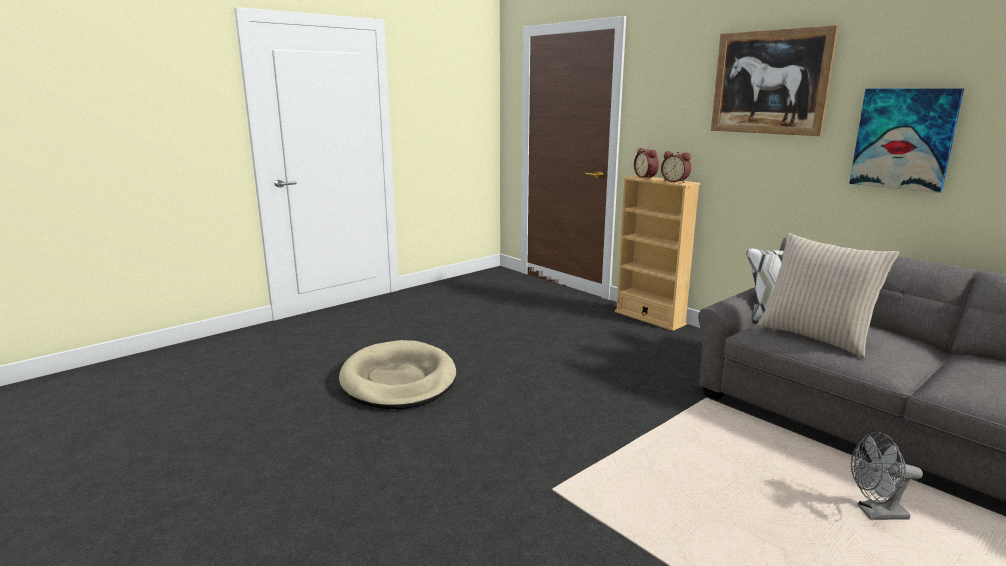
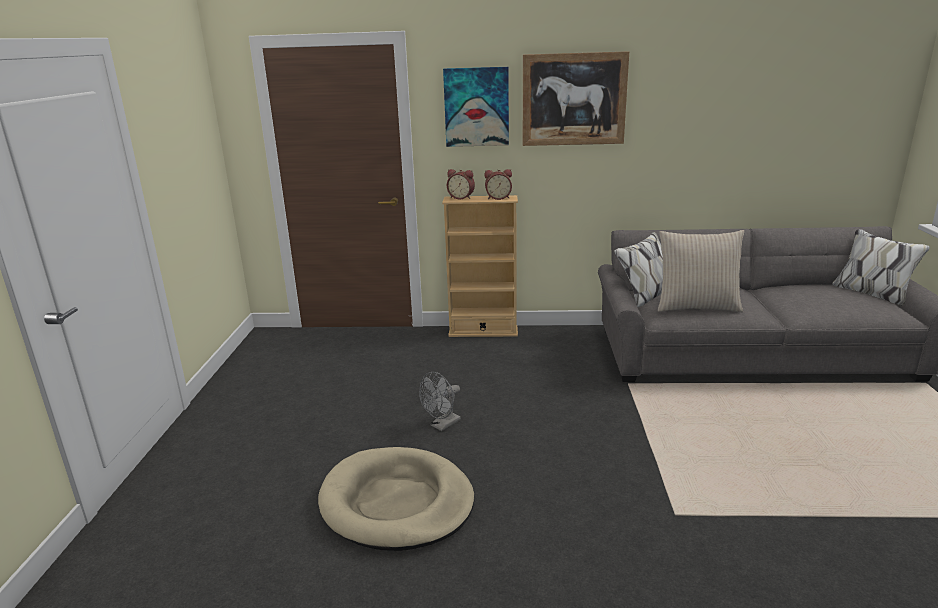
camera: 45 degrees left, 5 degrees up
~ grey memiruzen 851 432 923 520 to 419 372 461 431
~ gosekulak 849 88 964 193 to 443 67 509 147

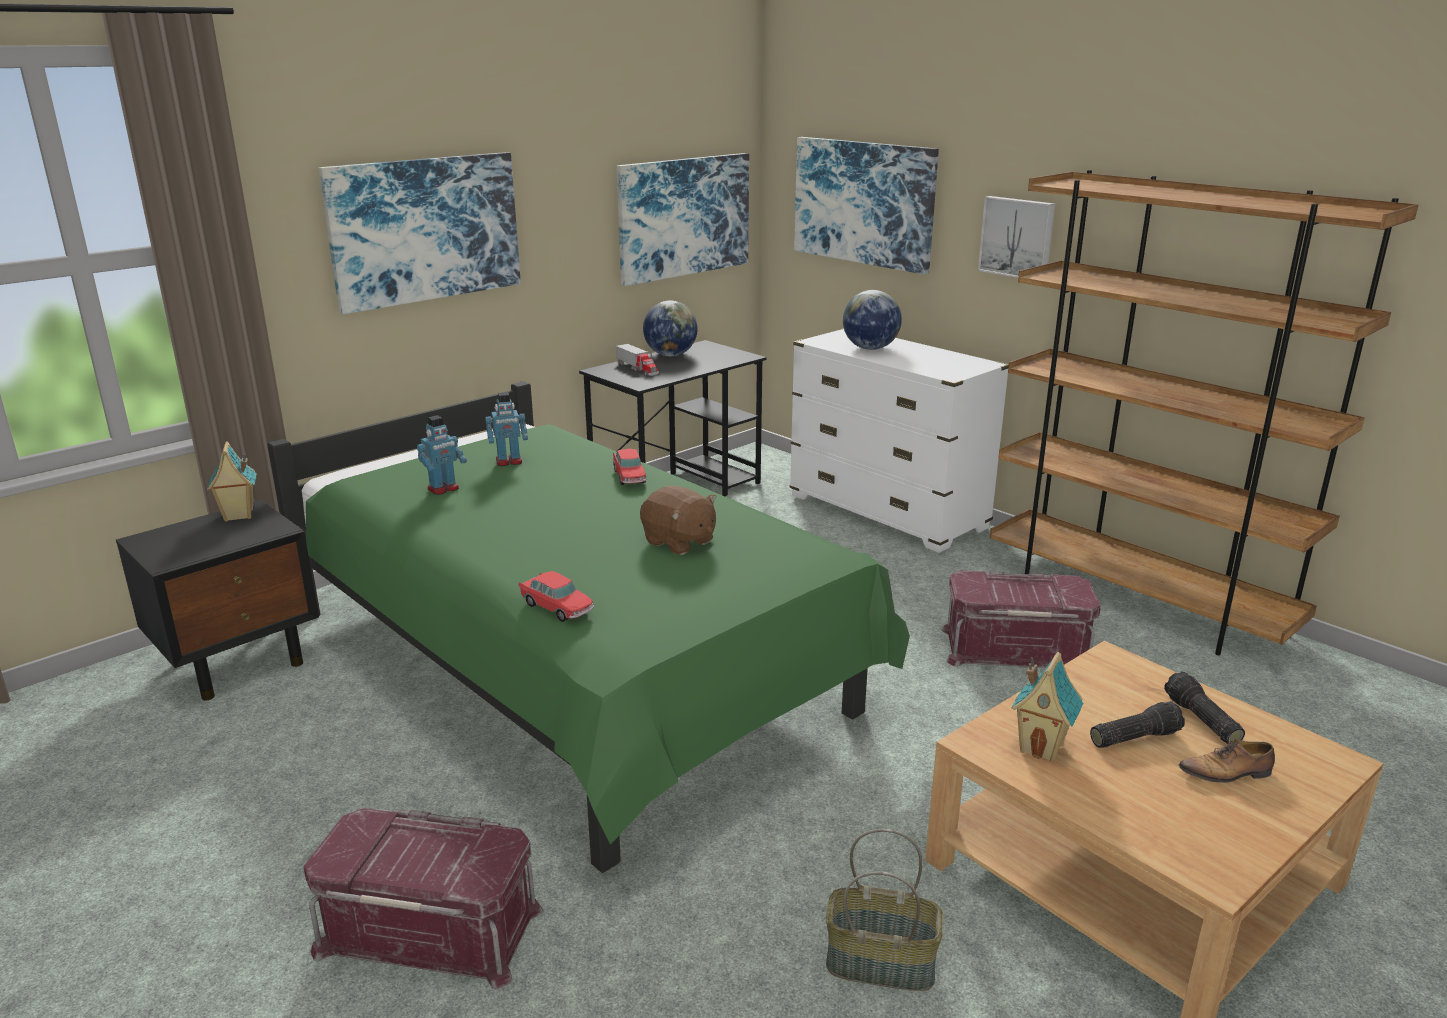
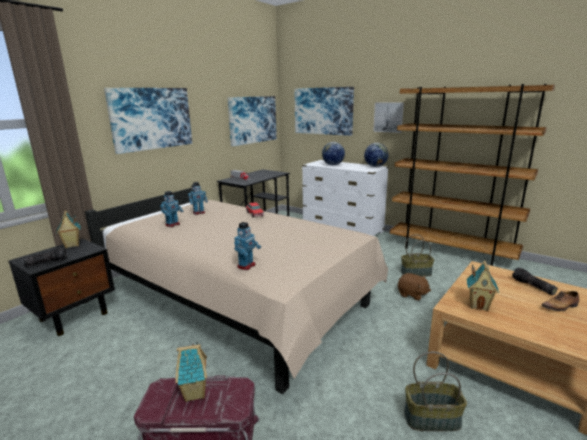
camera: 10 degrees left, 5 degrees down
~ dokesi 1090 701 1185 748 to 23 248 67 267
~ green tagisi 267 381 910 873 to beige tagisi 85 184 388 394
+ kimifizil 175 342 207 402
~ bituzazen 519 571 594 622 to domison 234 222 261 270
~ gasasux 643 301 698 356 to 364 143 389 167
~ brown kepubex 640 486 717 555 to 398 273 431 301
~ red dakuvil 941 571 1101 668 to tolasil 401 234 434 277

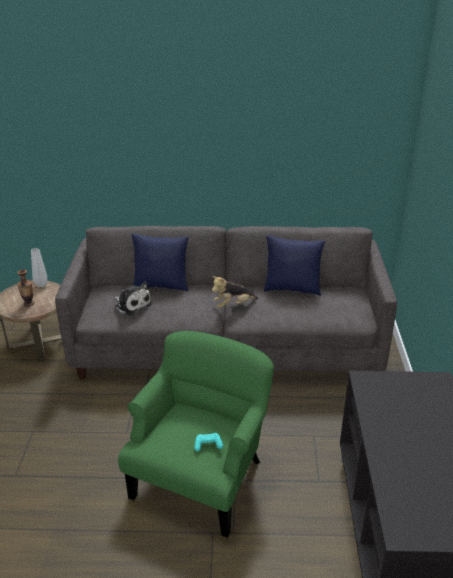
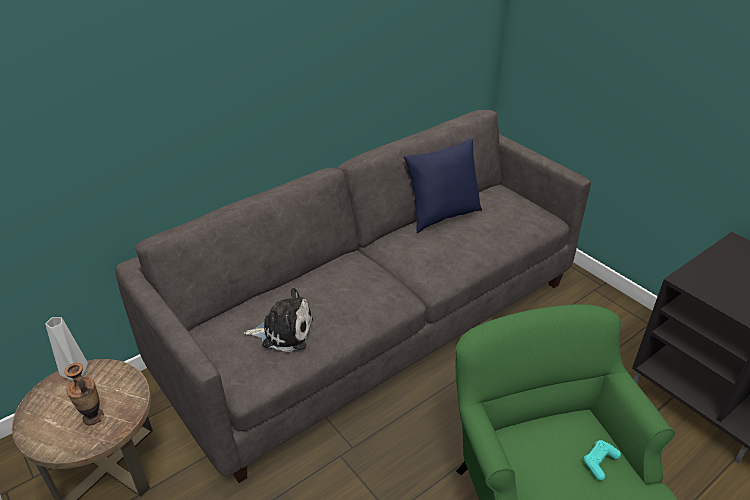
camera: 40 degrees left, 5 degrees up
- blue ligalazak 132 233 189 292
- kepubex 212 276 258 308

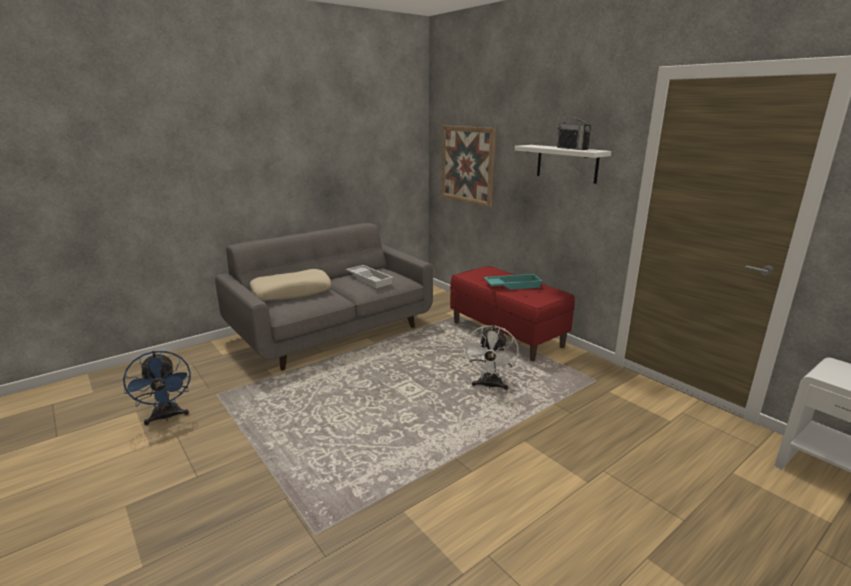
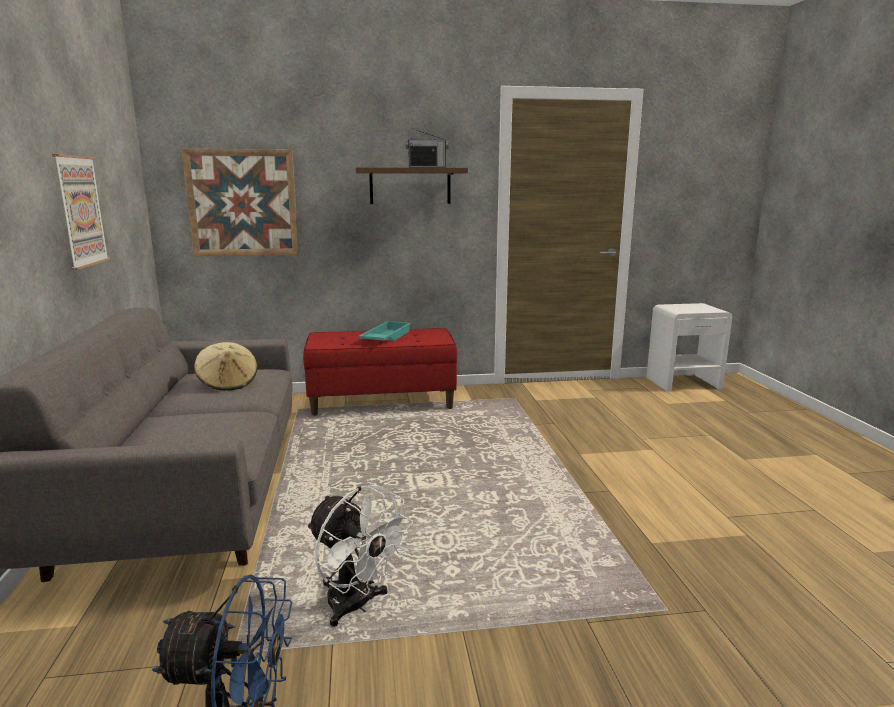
camera: 60 degrees left, 5 degrees down
+ gosekulak 52 154 110 270
~ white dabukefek 346 265 393 288 to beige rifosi 194 342 257 391
~ white memiruzen 464 325 519 390 to 307 485 413 627
~ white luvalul 515 145 611 184 to brown luvalul 356 167 468 204
- beige ligalazak 249 269 331 301

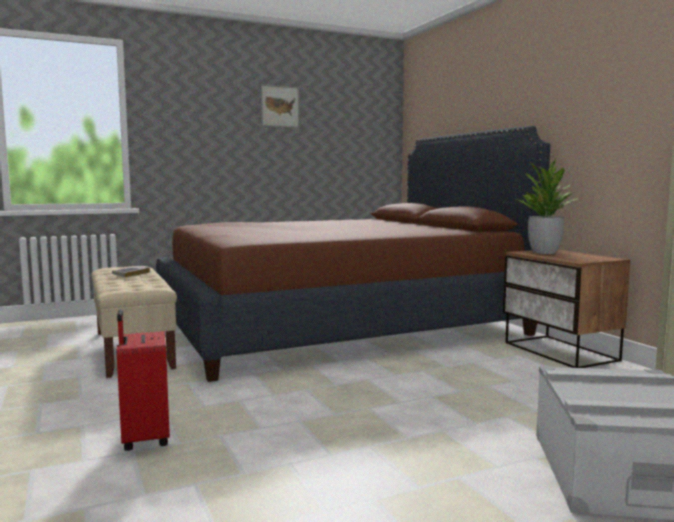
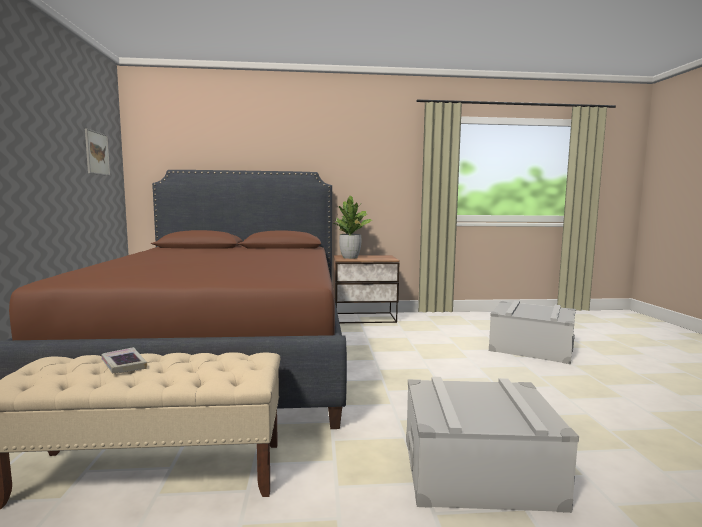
camera: 70 degrees left, 0 degrees up
~ gosekulak 260 84 299 128 to 85 128 110 176
~ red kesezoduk 117 310 170 451 to grey dakuvil 406 377 579 513

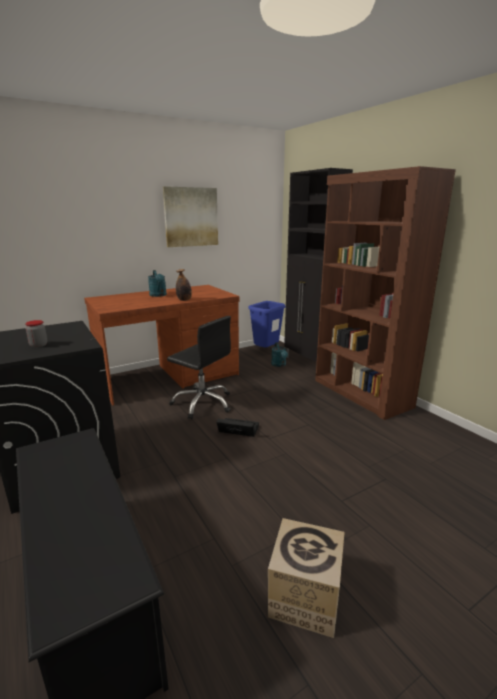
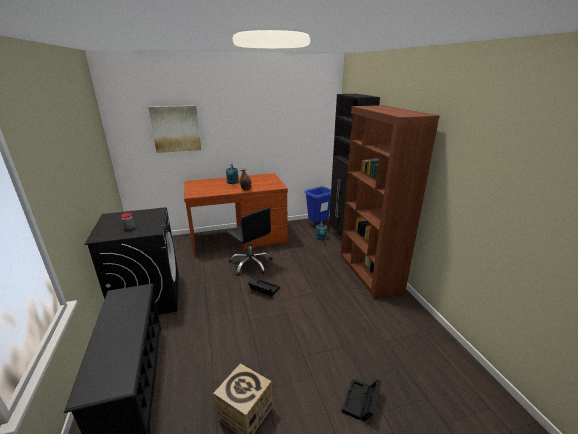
camera: 15 degrees right, 5 degrees up
~ gosekulak 163 186 218 247 to 148 106 201 153
+ black dakuvil 342 378 382 422

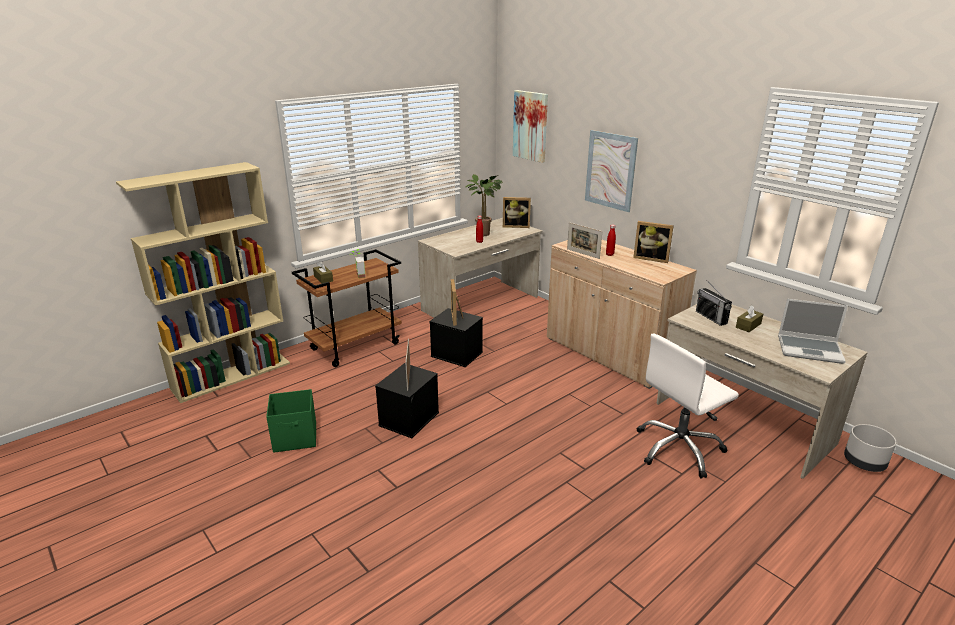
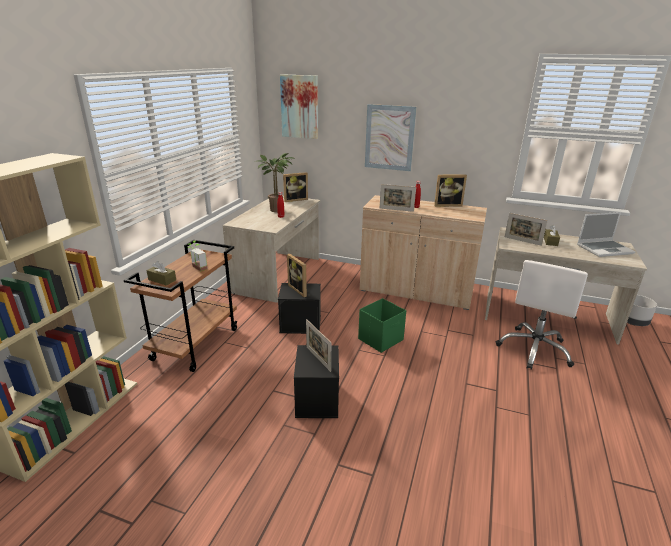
camera: 30 degrees left, 0 degrees up
~ green dakuvil 266 389 316 453 to 358 298 406 353
~ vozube 696 280 732 326 to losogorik 505 213 548 246

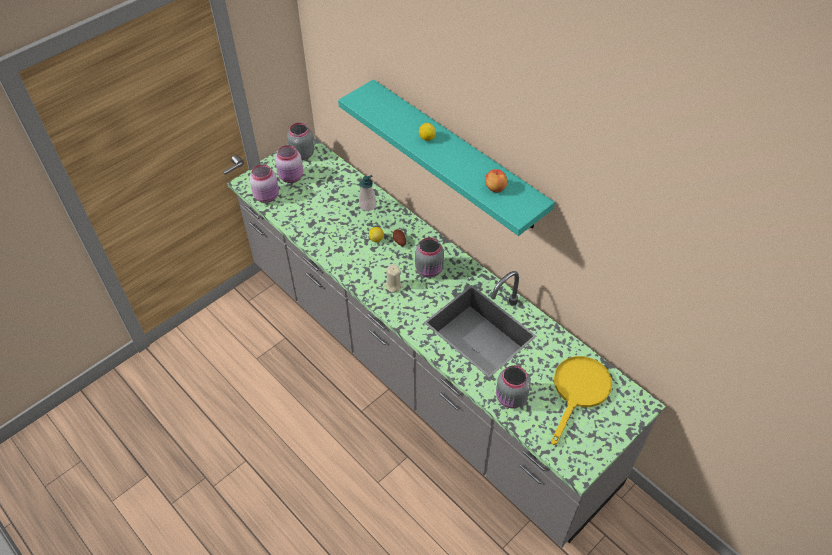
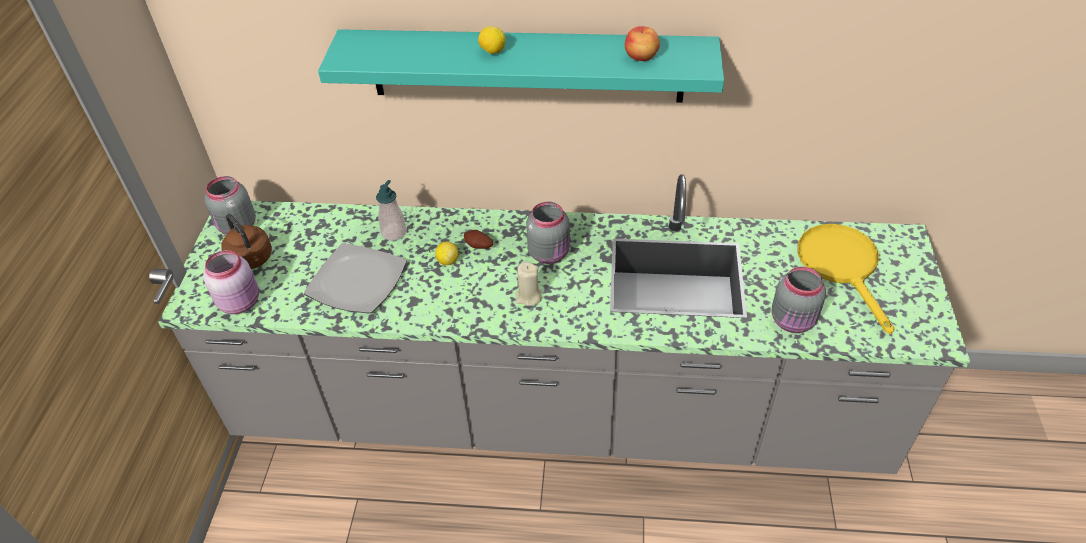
camera: 40 degrees left, 5 degrees down
~ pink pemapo 275 145 303 183 to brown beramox 222 214 272 269
+ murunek 304 243 407 314

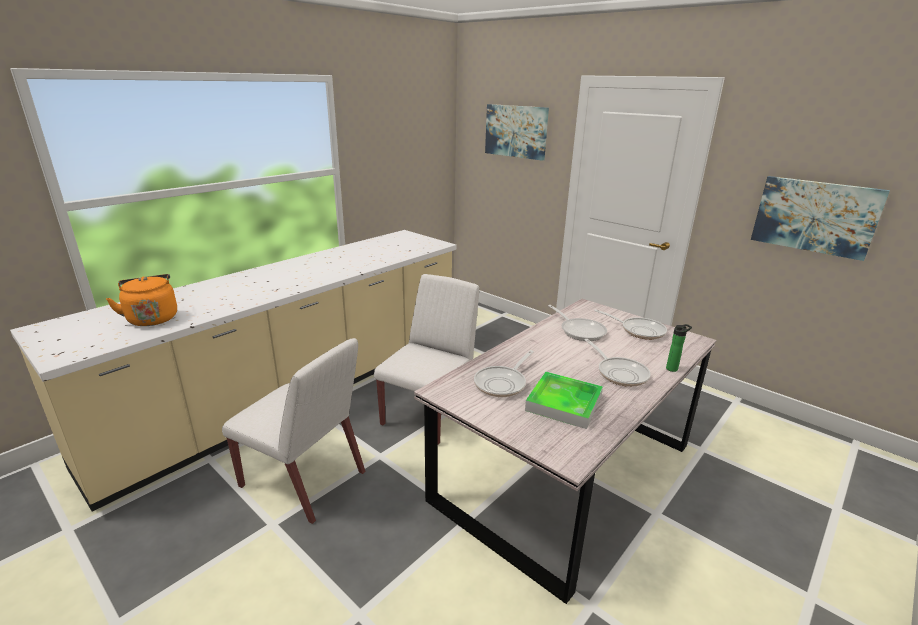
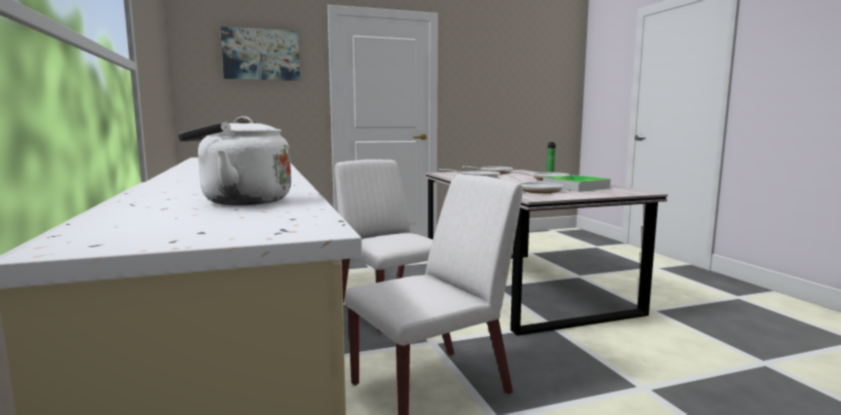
camera: 60 degrees left, 15 degrees down
~ orange beramox 106 274 177 326 to white beramox 178 116 291 205
- gosekulak 751 176 890 261

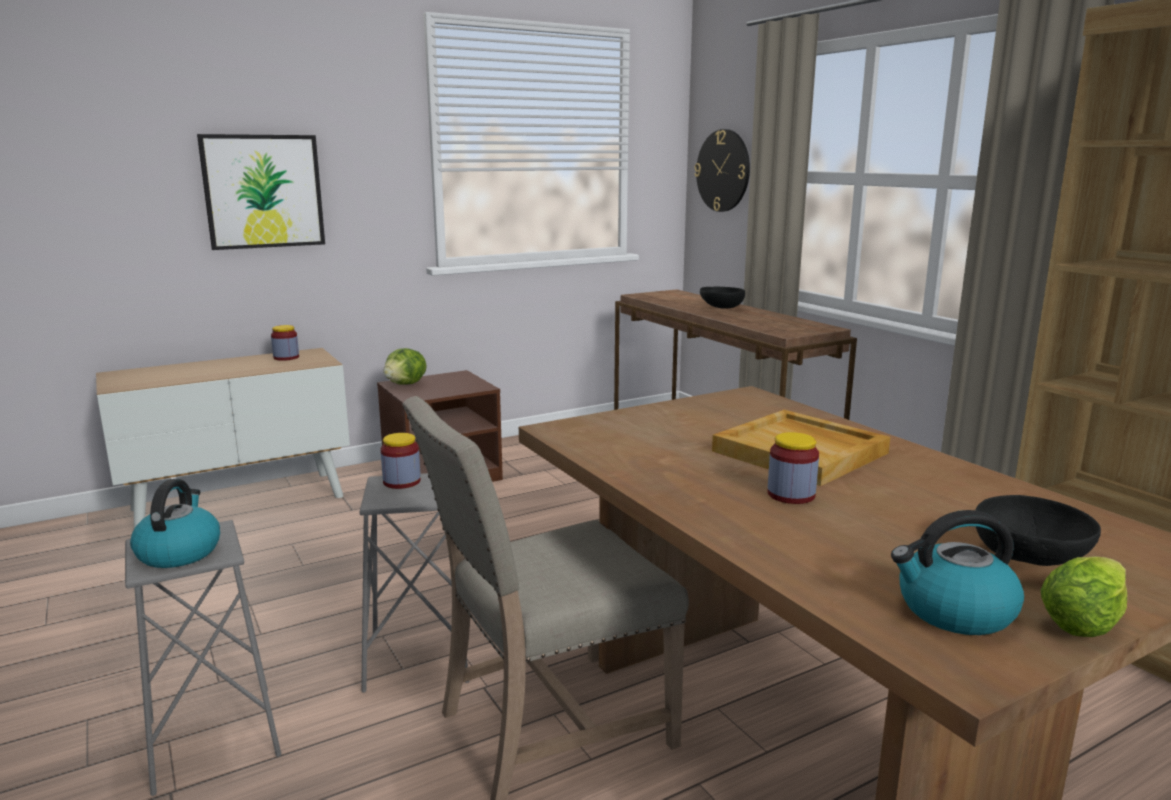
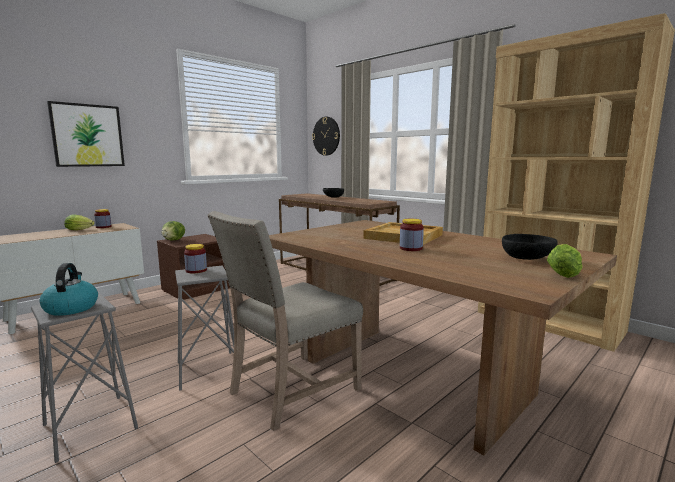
camera: 15 degrees left, 5 degrees down
+ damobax 64 215 95 230
- beramox 891 510 1024 635

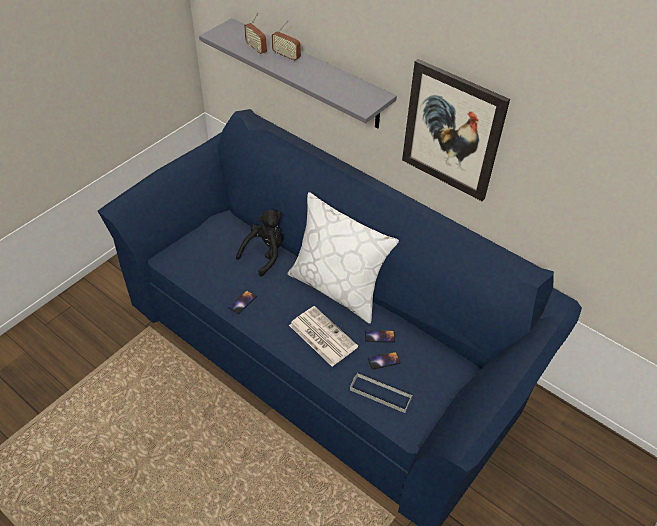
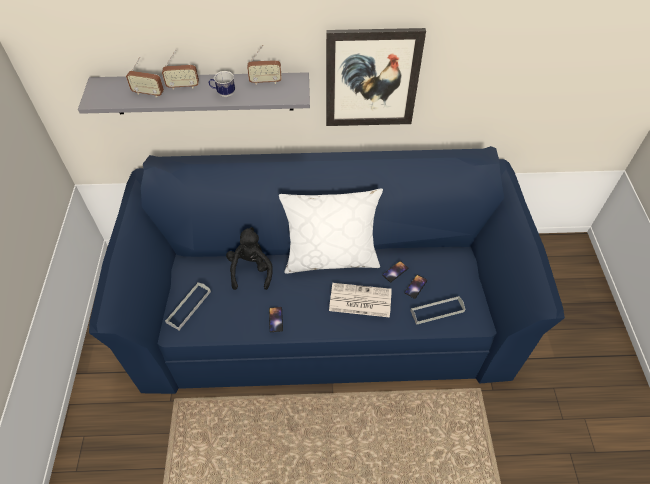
camera: 40 degrees left, 5 degrees up
+ grey dabukefek 165 282 211 330
+ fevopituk 208 71 235 97
+ vozube 247 45 282 85

